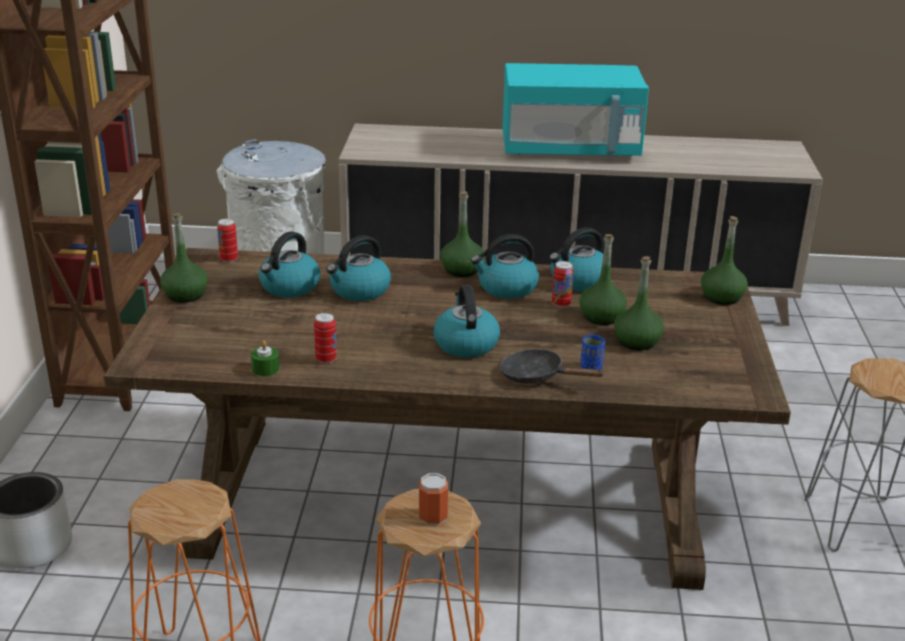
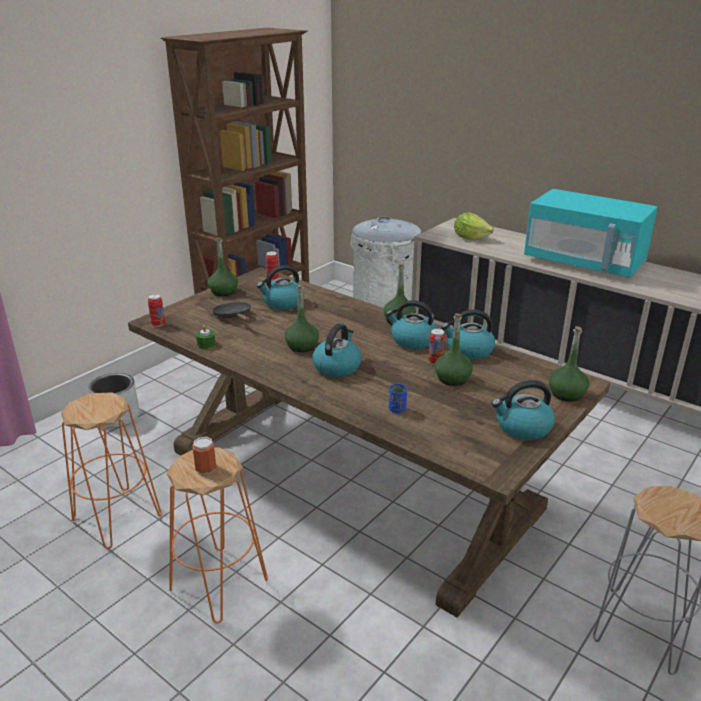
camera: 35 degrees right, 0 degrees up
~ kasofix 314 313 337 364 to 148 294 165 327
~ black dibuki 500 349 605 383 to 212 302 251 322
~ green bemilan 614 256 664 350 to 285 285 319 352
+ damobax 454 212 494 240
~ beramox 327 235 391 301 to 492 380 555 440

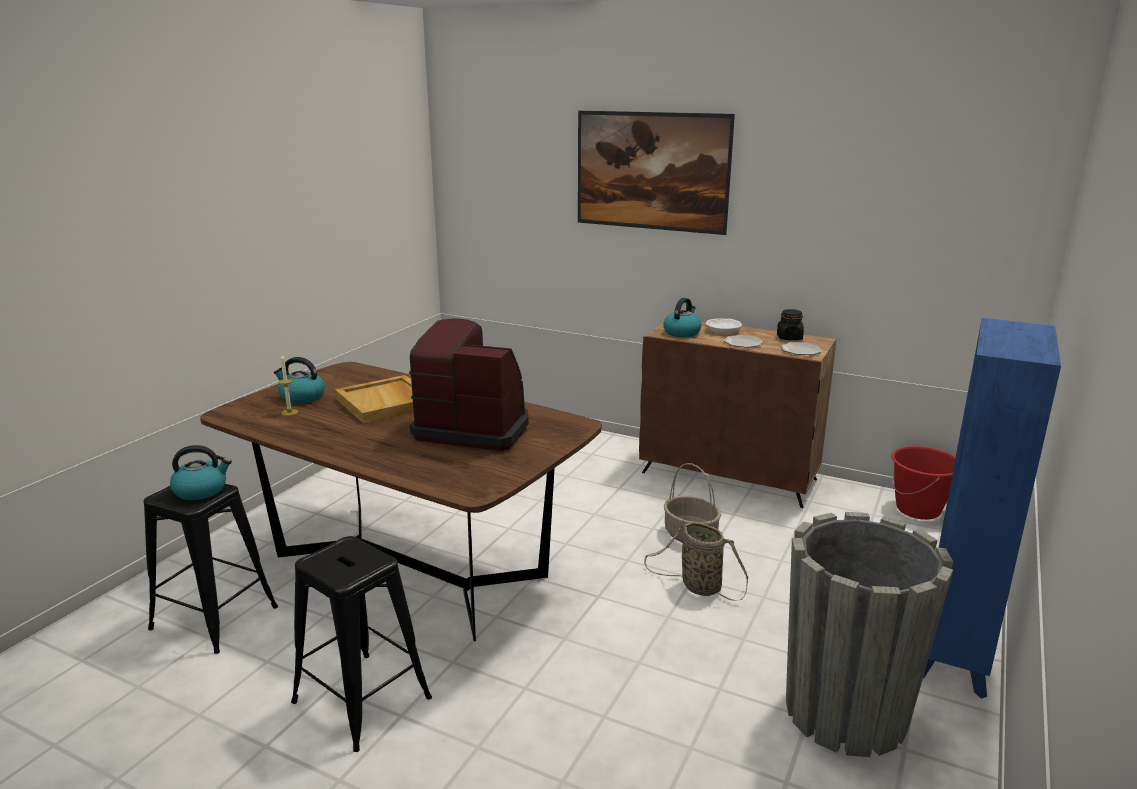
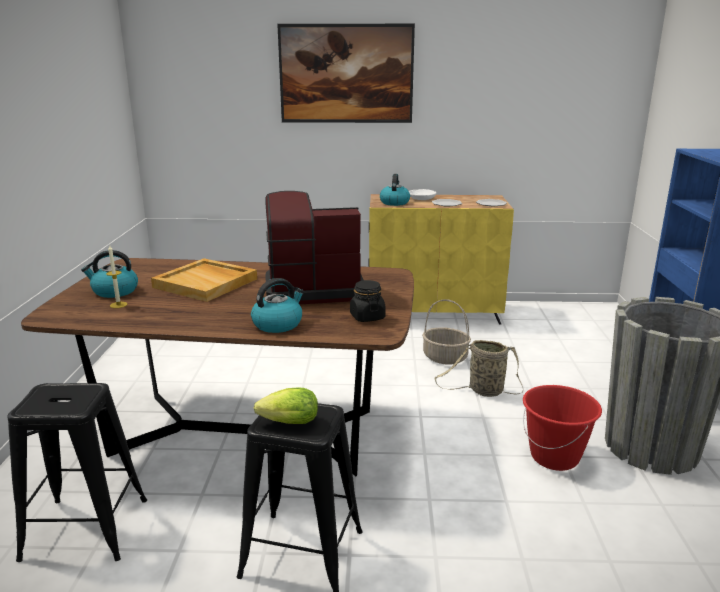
camera: 25 degrees left, 0 degrees up
~ beramox 170 445 232 500 to 251 278 304 333
+ damobax 254 387 318 424
~ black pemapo 777 309 804 340 to 350 280 386 322
~ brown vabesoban 639 321 836 508 to yellow vabesoban 369 194 514 325
~ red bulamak 891 446 956 520 to 523 385 602 471

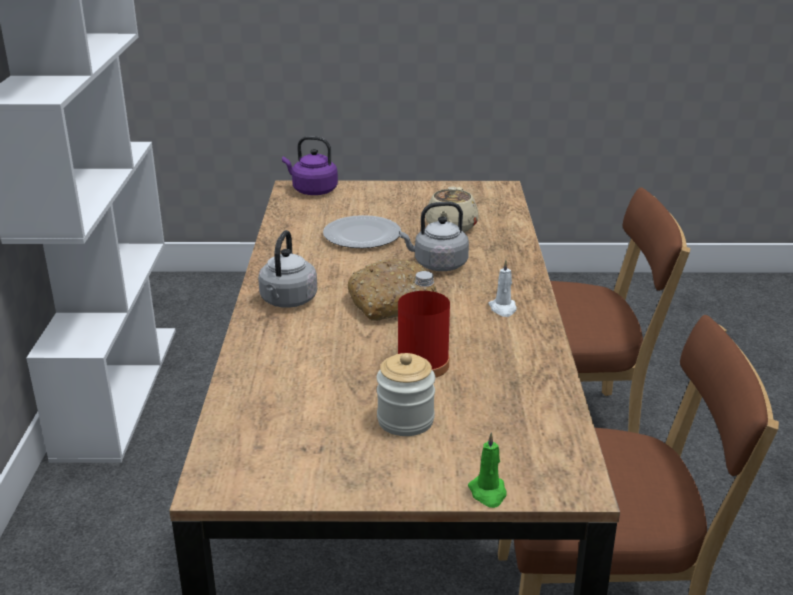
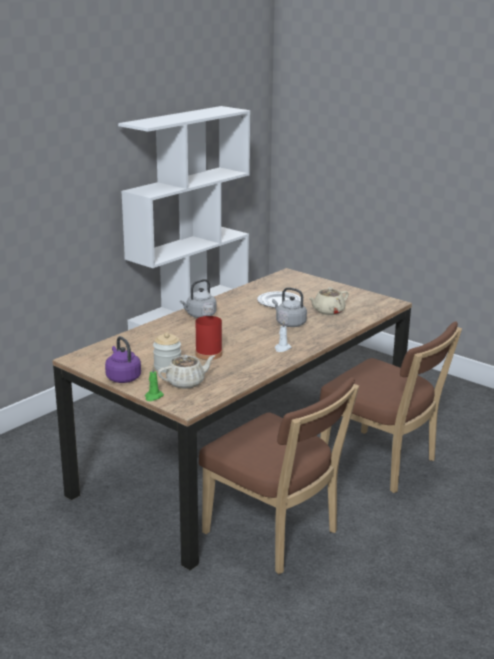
camera: 40 degrees right, 5 degrees down
~ purple beramox 282 136 338 195 to 105 336 141 383
+ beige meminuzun 158 355 216 389
- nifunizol 348 259 437 321

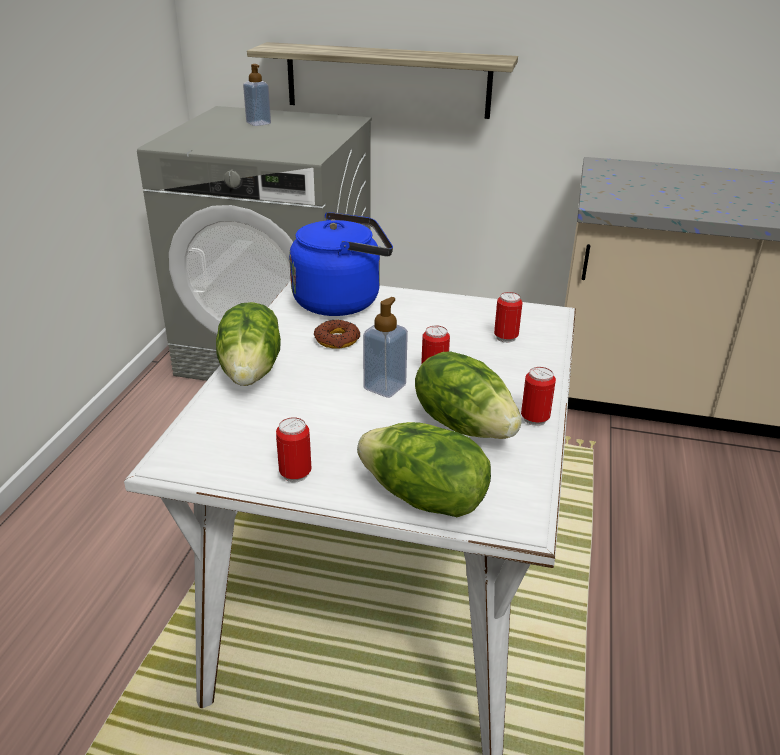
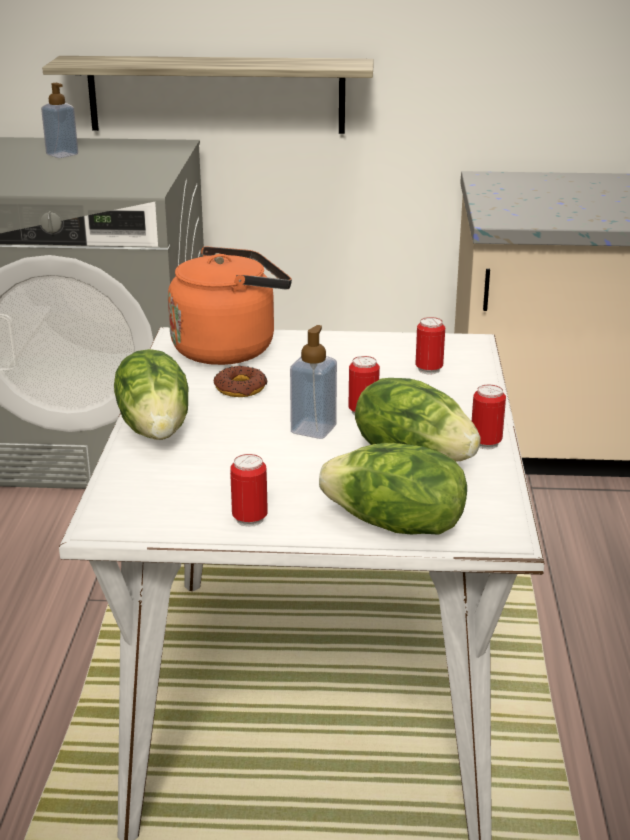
camera: 10 degrees left, 5 degrees down
~ blue beramox 289 212 393 316 to orange beramox 168 246 292 365

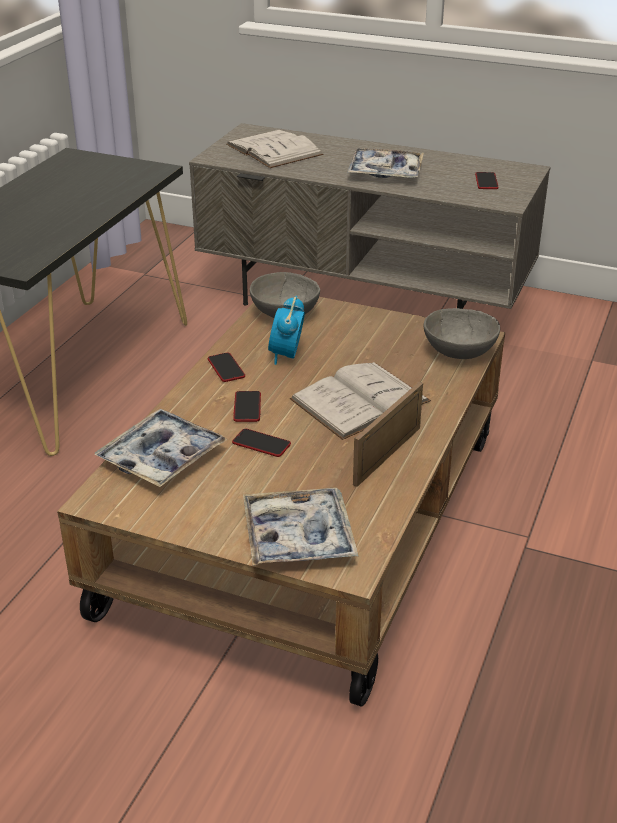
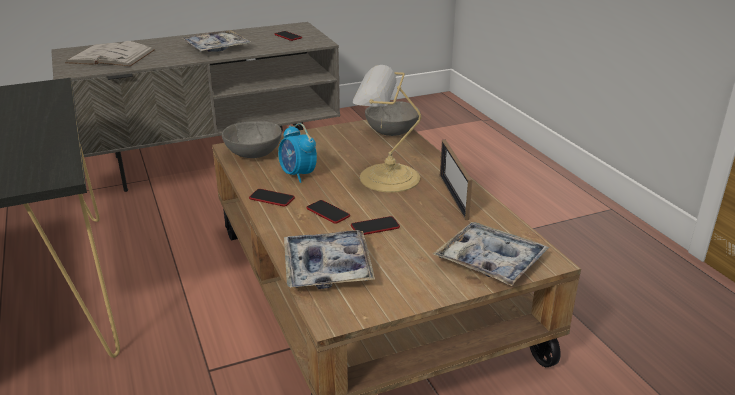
camera: 45 degrees left, 5 degrees down
~ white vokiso 290 362 431 440 to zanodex 353 65 421 193

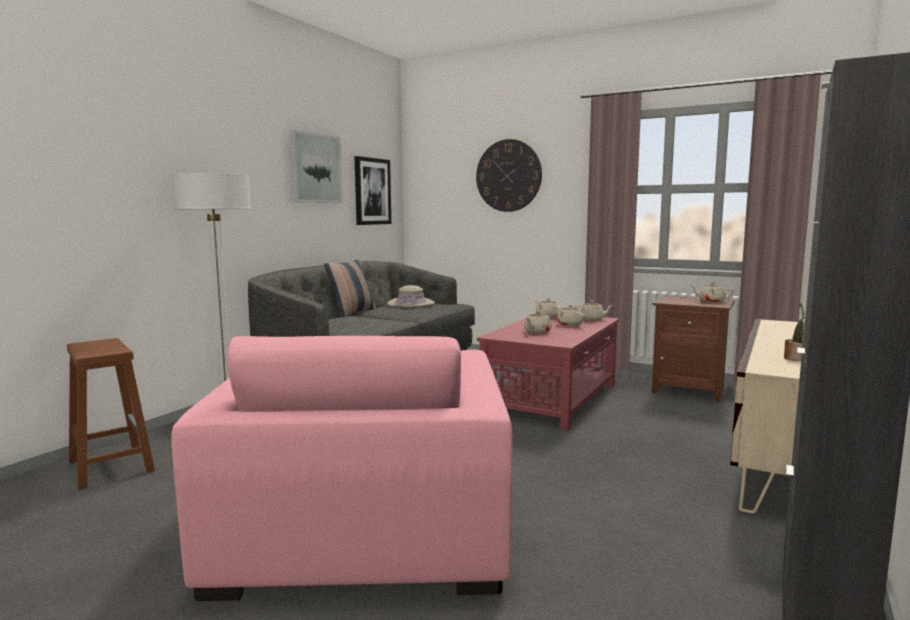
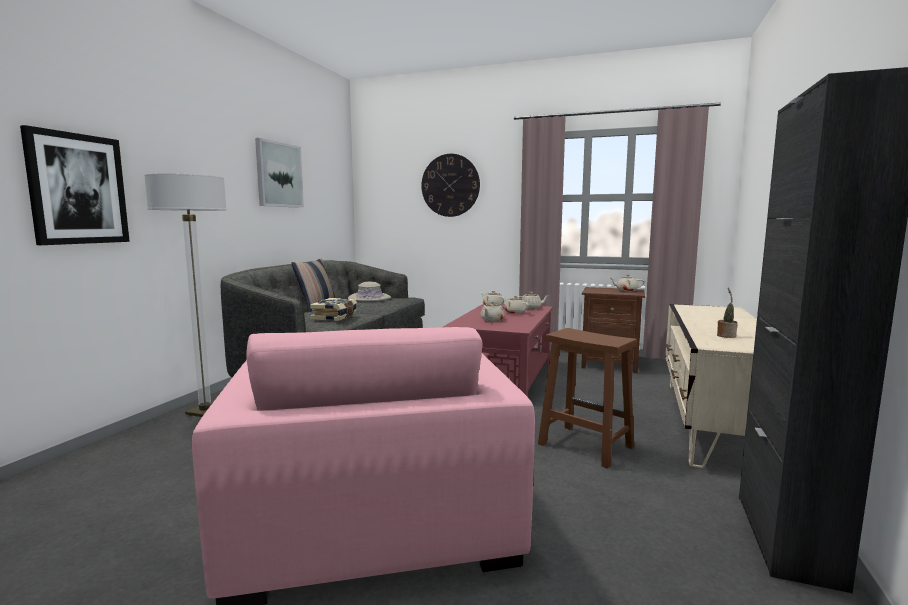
camera: 10 degrees left, 0 degrees up
~ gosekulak 354 156 391 225 to 20 125 130 245
+ vokiso 310 298 357 321
~ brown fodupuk 67 338 155 489 to 538 328 637 469

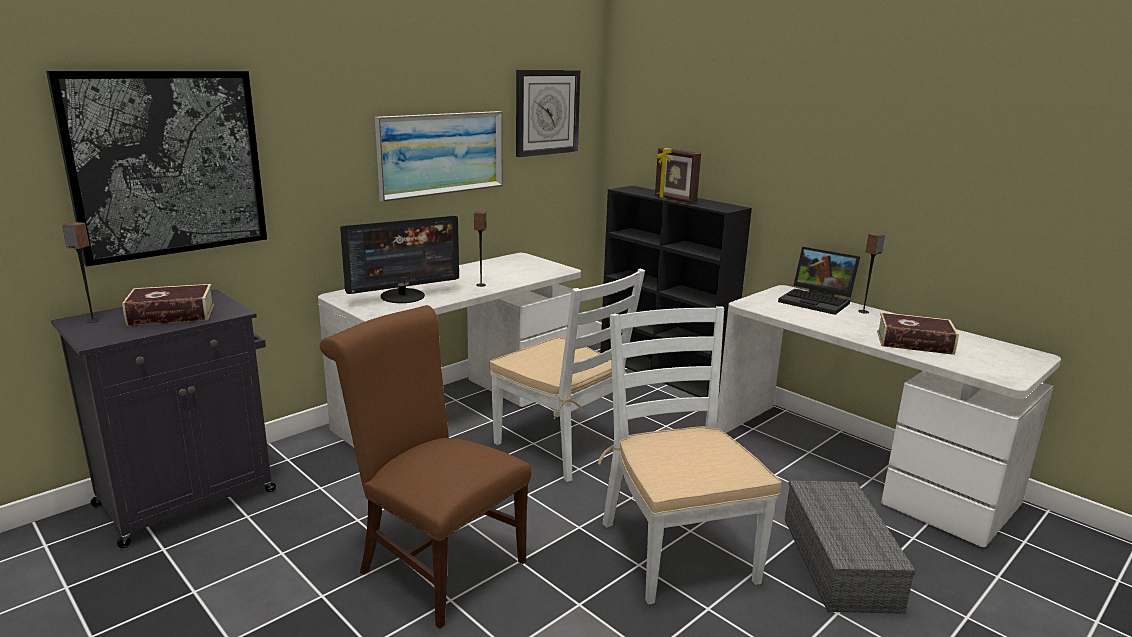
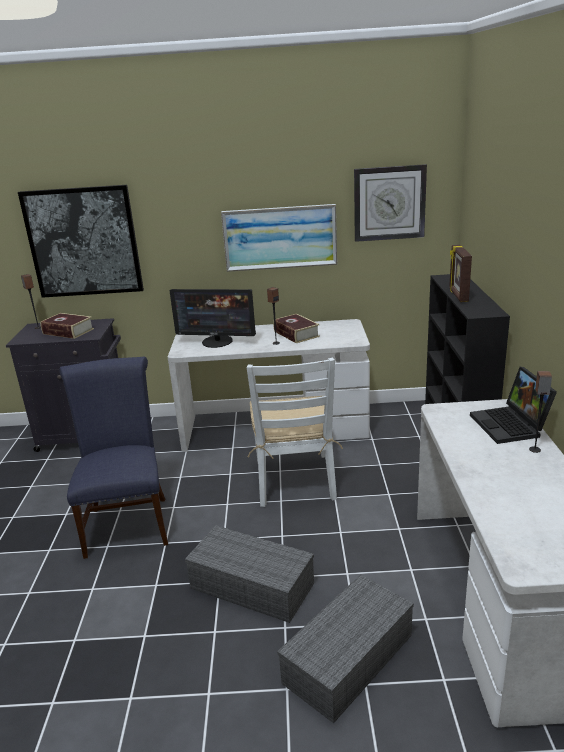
camera: 45 degrees right, 5 degrees up
~ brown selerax 320 305 531 629 to blue selerax 59 357 168 559
~ white selerax 598 306 782 605 to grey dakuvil 185 525 314 623
~ vokiso 877 312 959 355 to 273 314 320 343

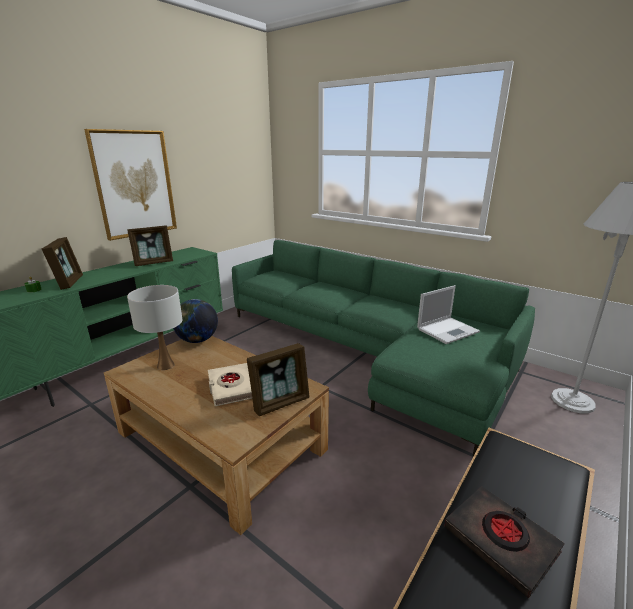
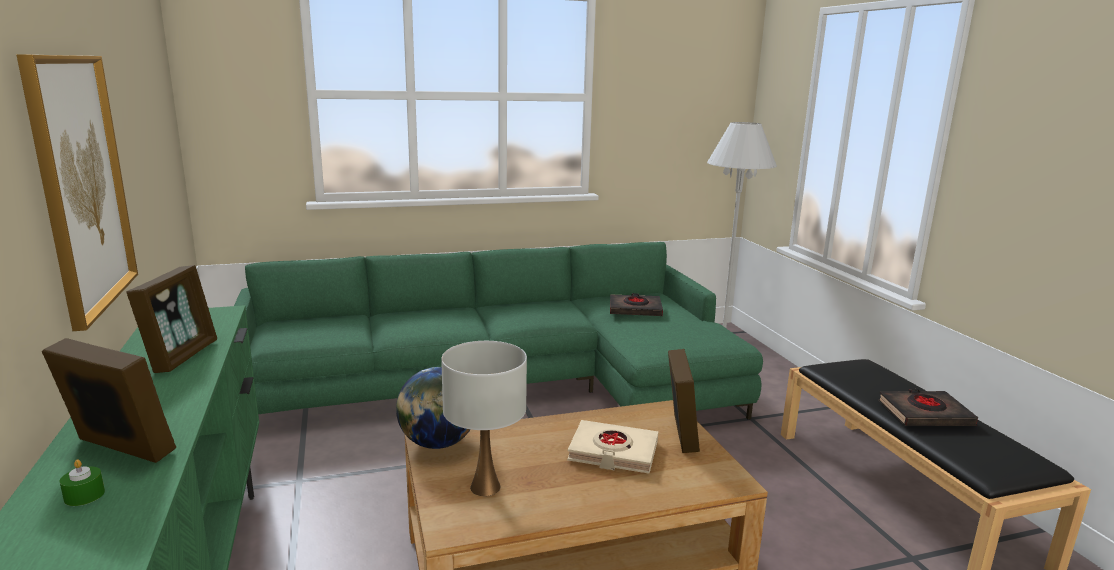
camera: 55 degrees left, 5 degrees down
~ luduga 417 285 480 344 to black vokiso 610 293 663 316

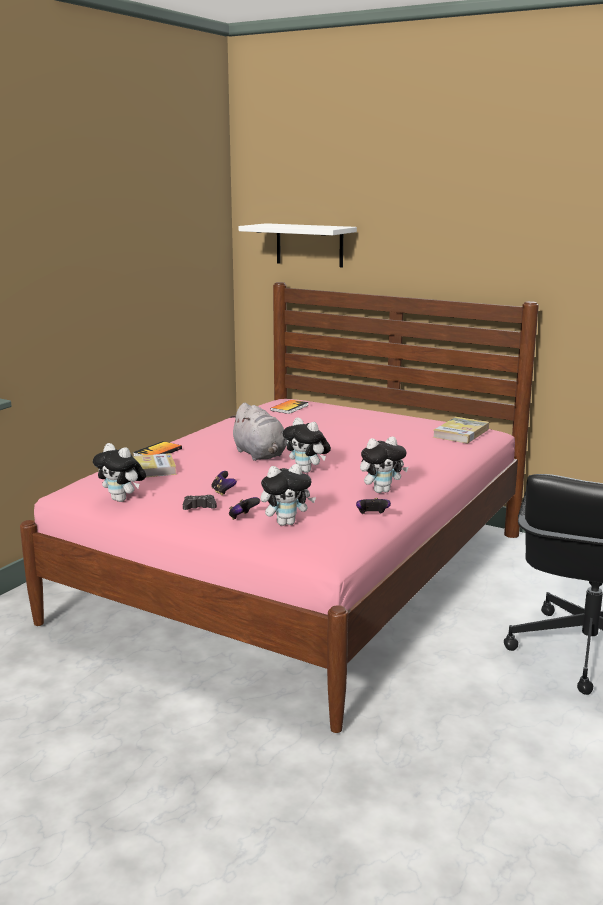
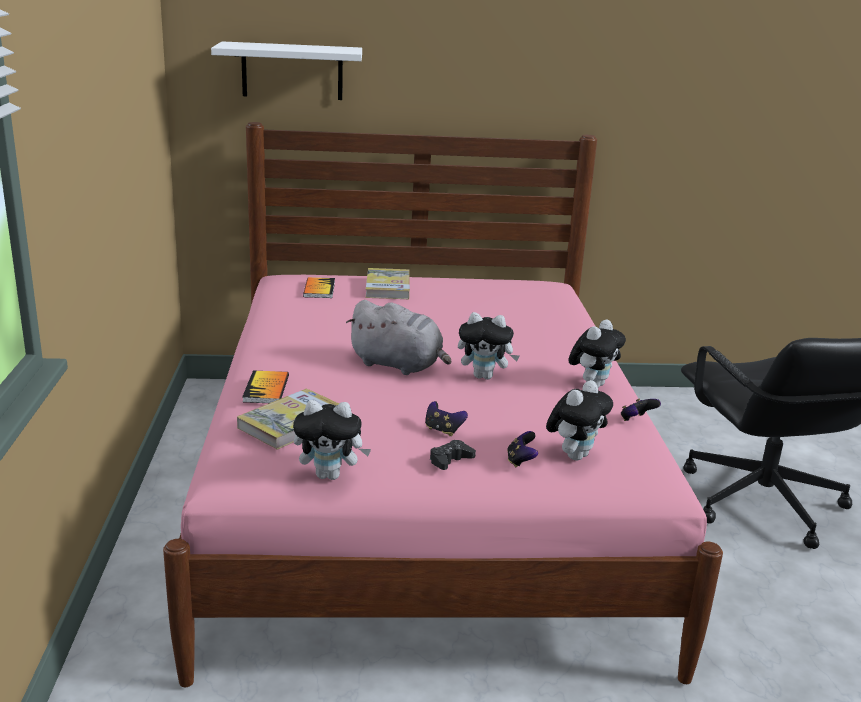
camera: 35 degrees left, 5 degrees up
~ vokiso 433 417 489 444 to 365 268 410 299

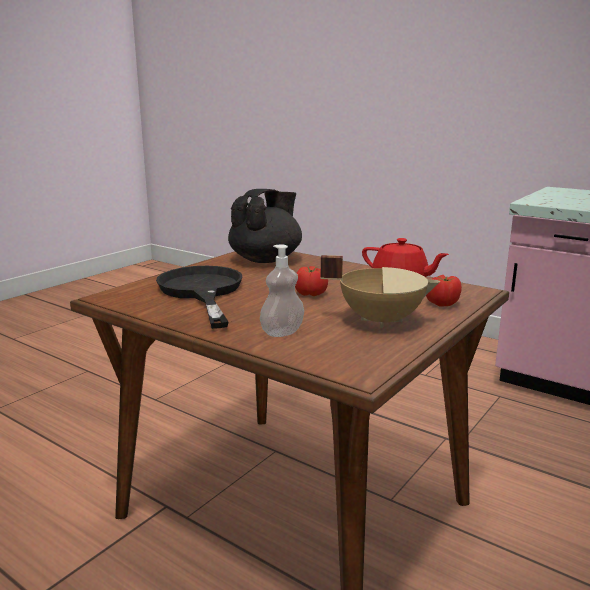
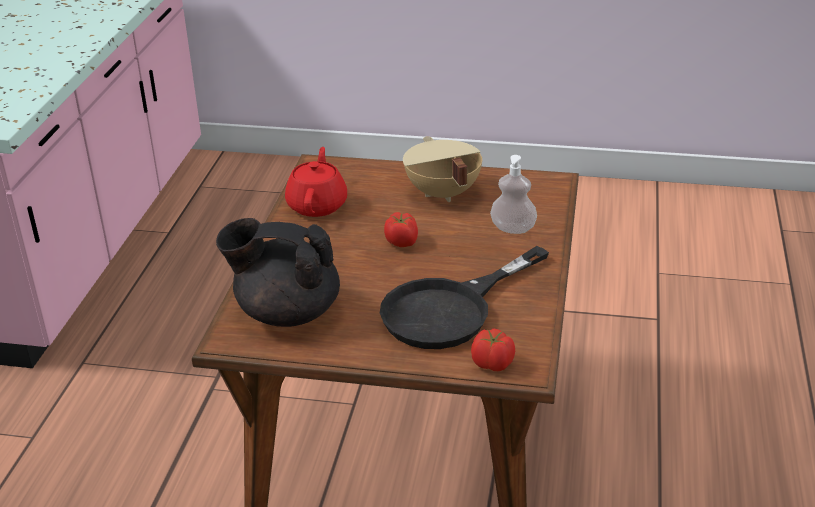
camera: 115 degrees left, 15 degrees up
~ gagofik 426 275 462 307 to 471 328 515 371

